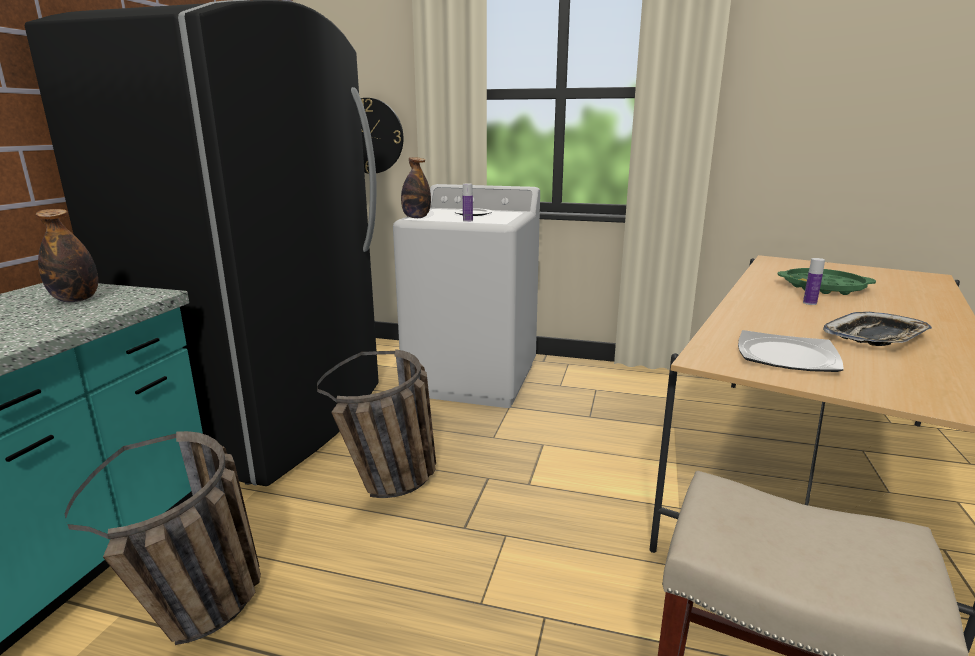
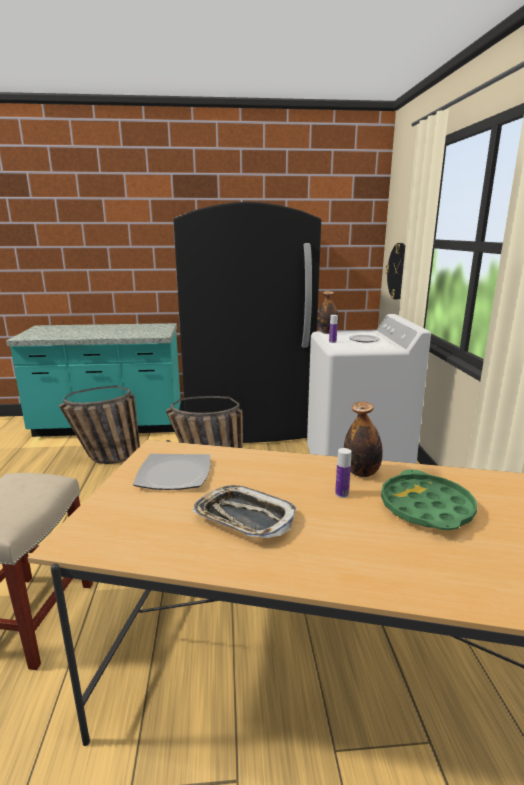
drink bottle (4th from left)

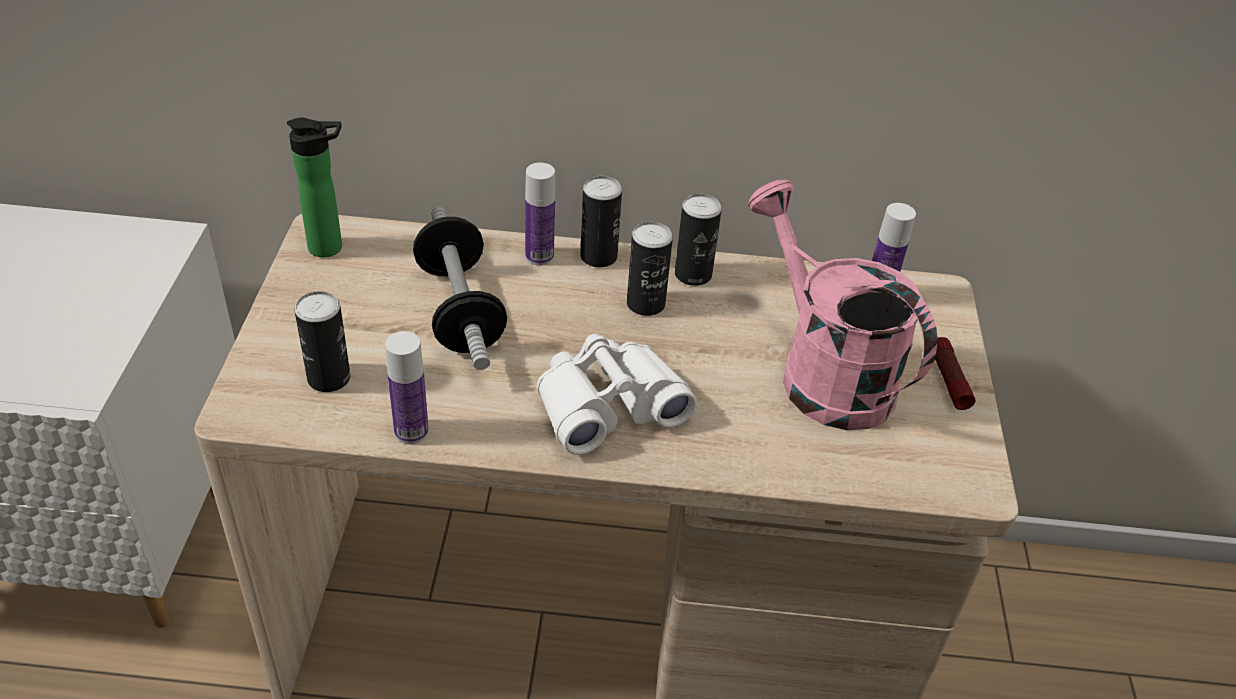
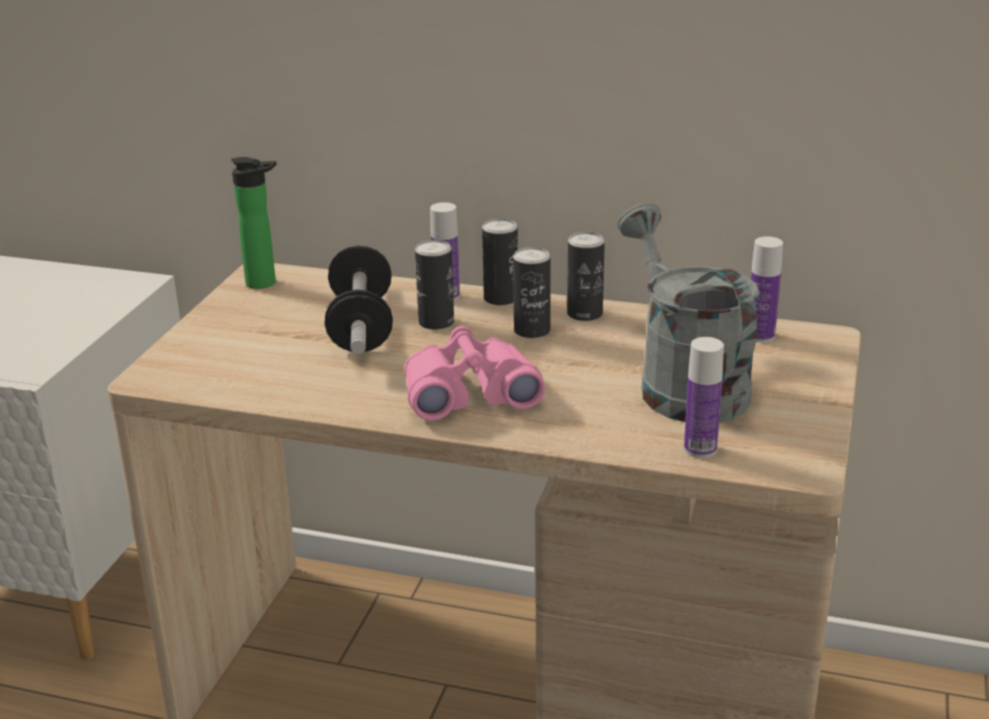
can (1st from left)
drink bottle (3rd from left)
pinkish binoculars
gray sprinkling can
torch

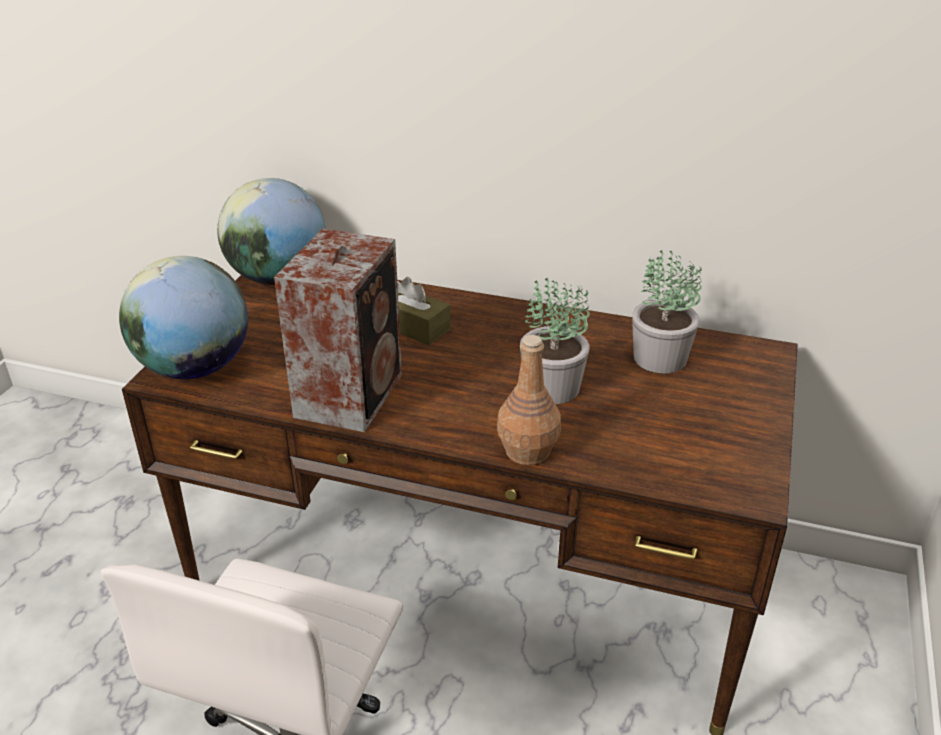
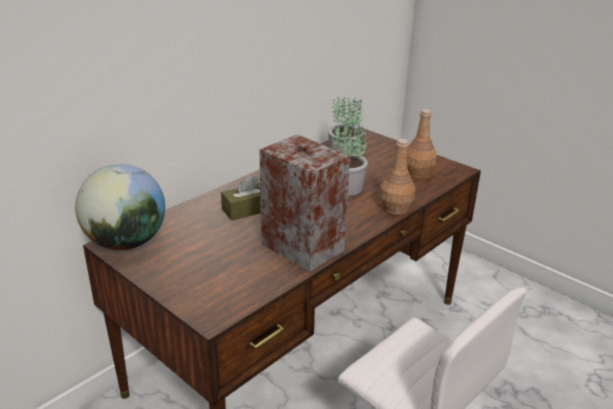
desk globe (1st from left in the first image)
brownish drink bottle (2nd from left)

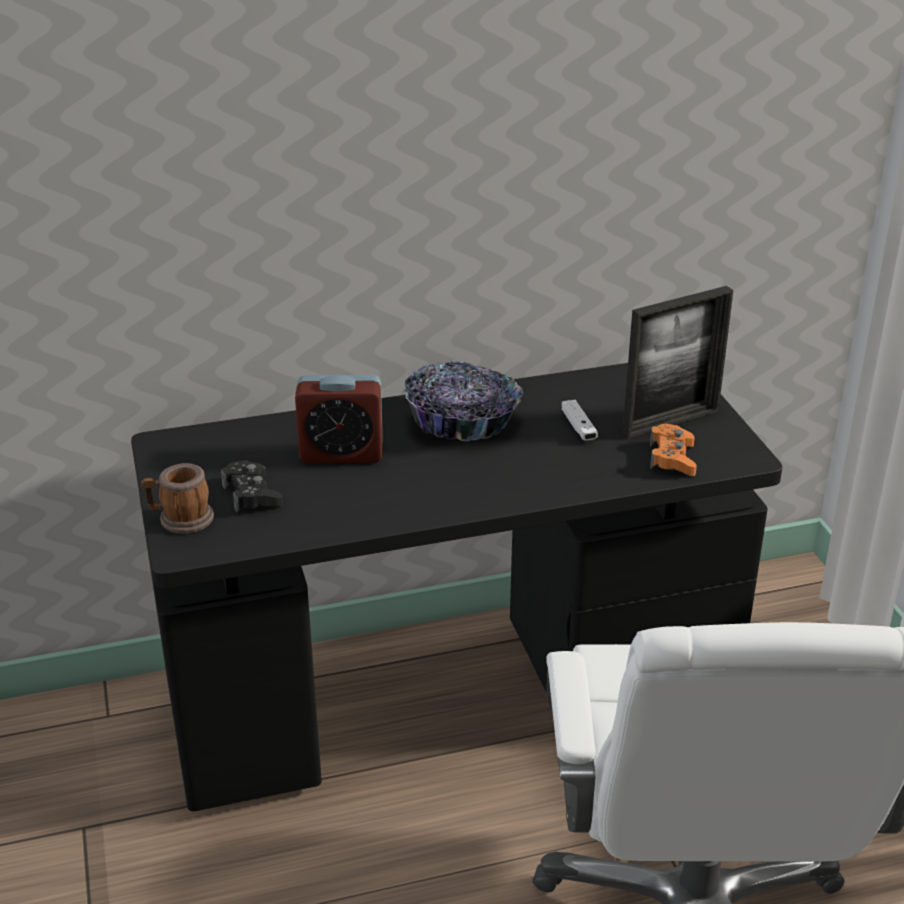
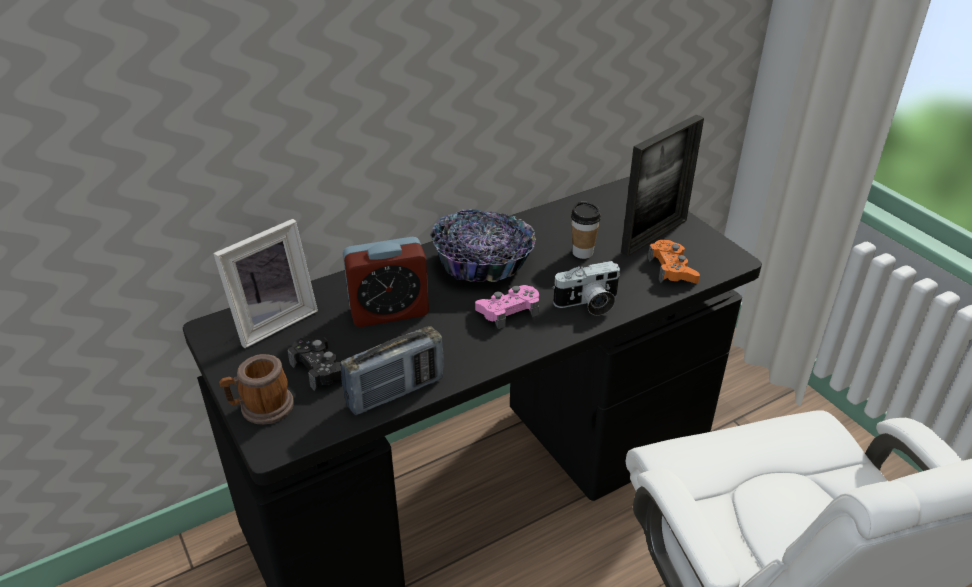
small cup
standing frame (1st from left)
radio receiver
pinkish game controller
photo camera

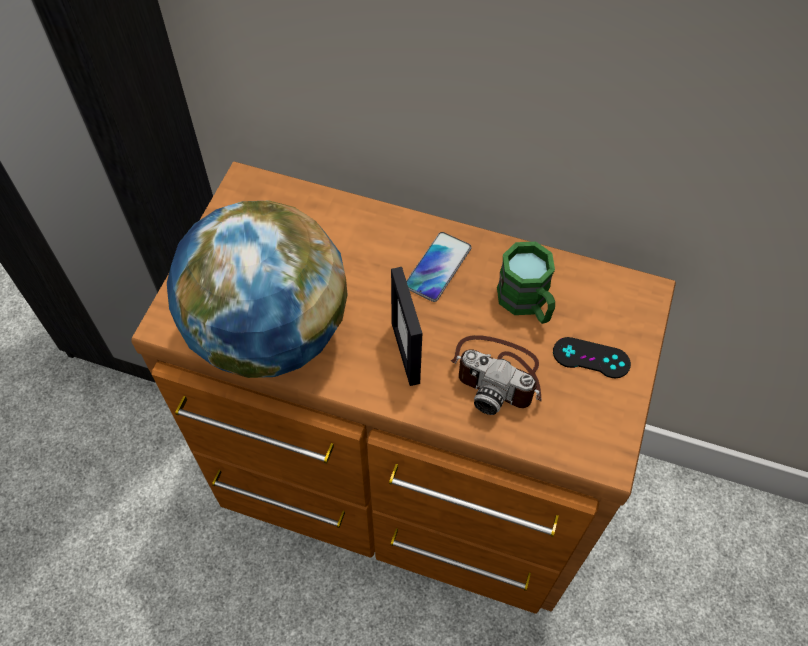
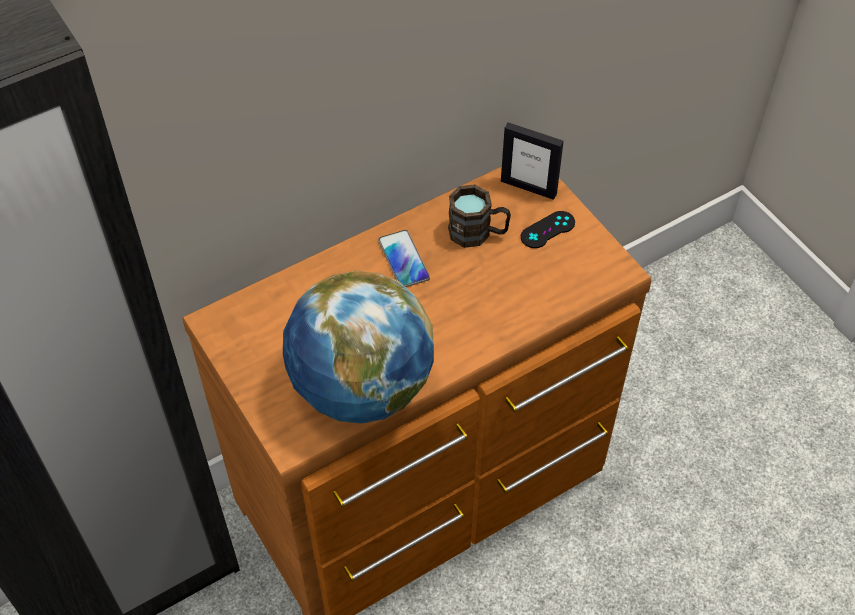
standing frame
photo camera
brownish tea mug

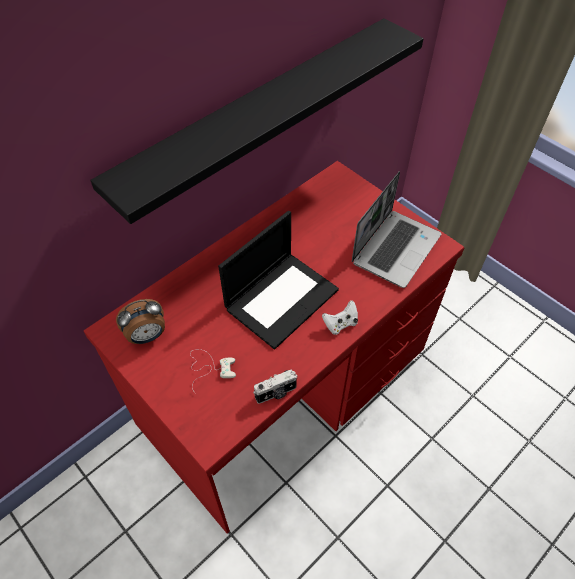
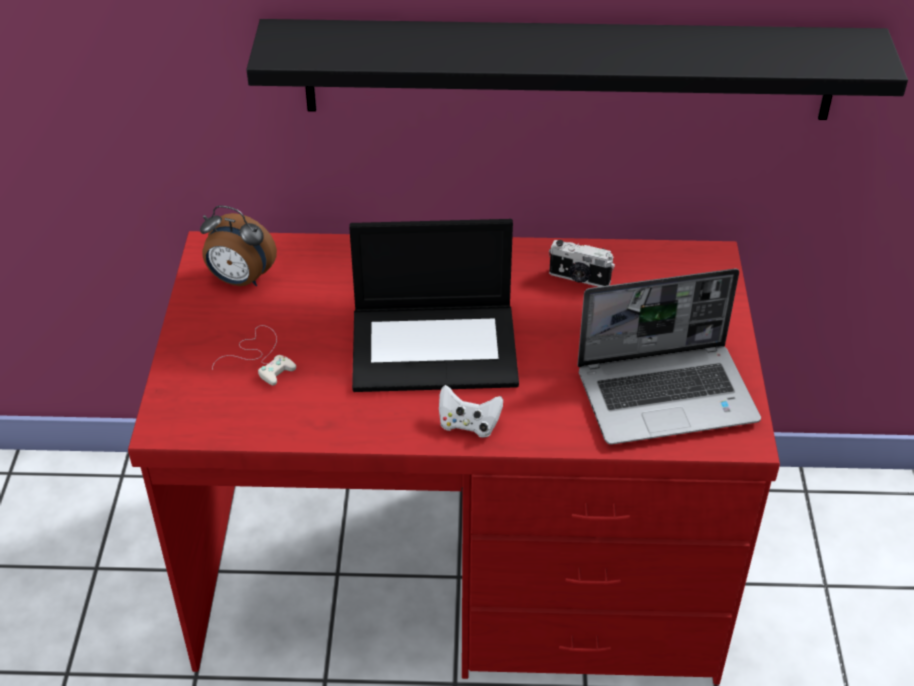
photo camera

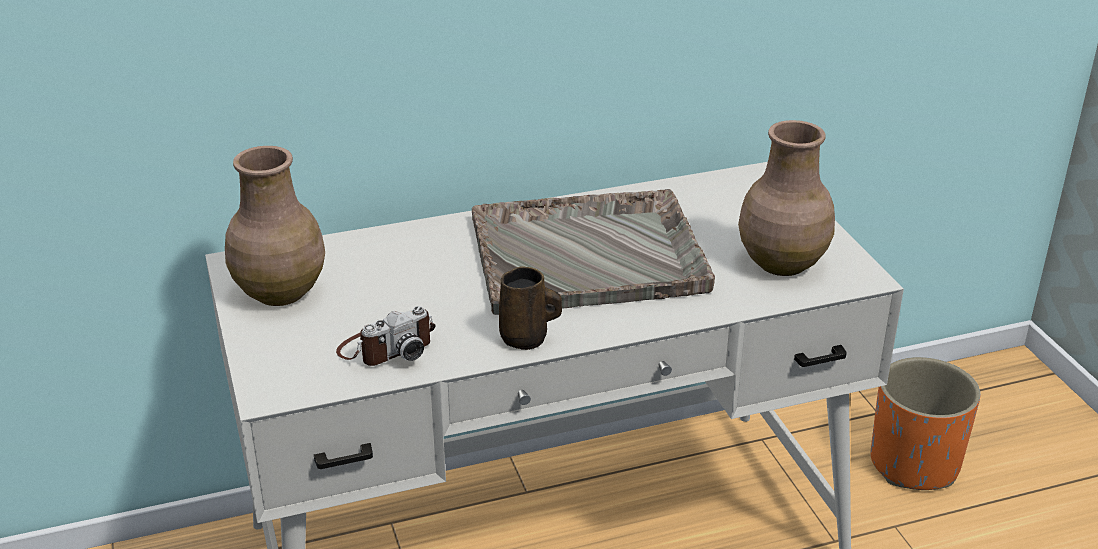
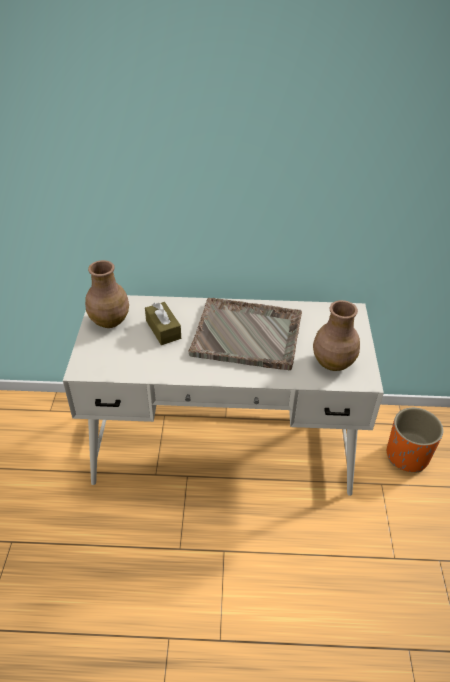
photo camera
brownish tea mug
brownish tissue holder

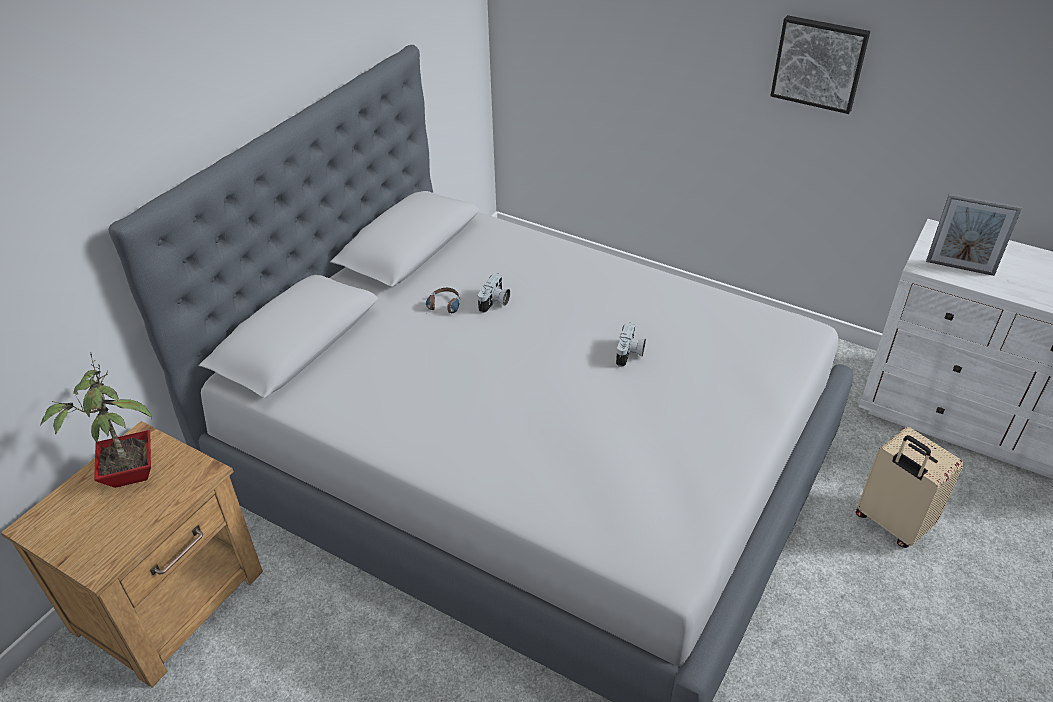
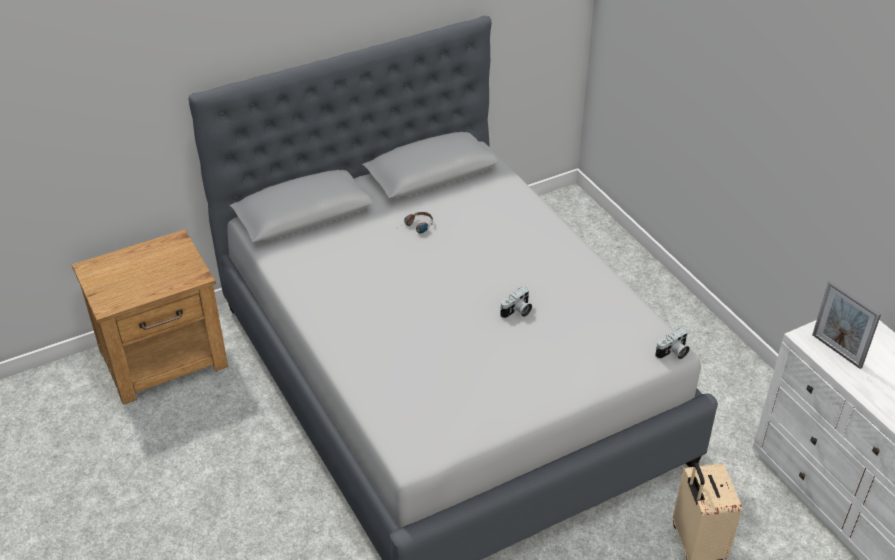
houseplant
photo camera (2nd from left)
wall picture

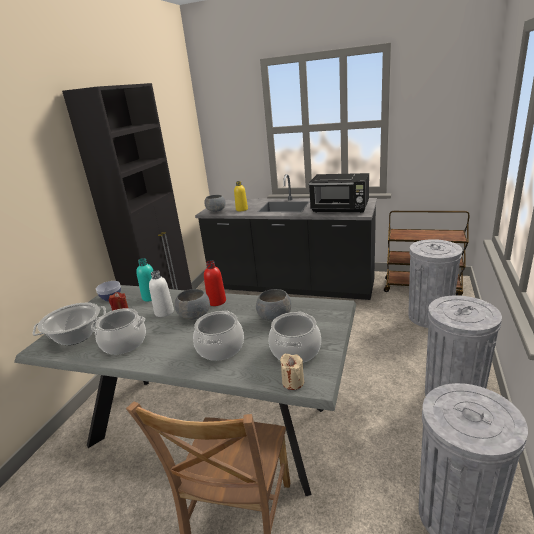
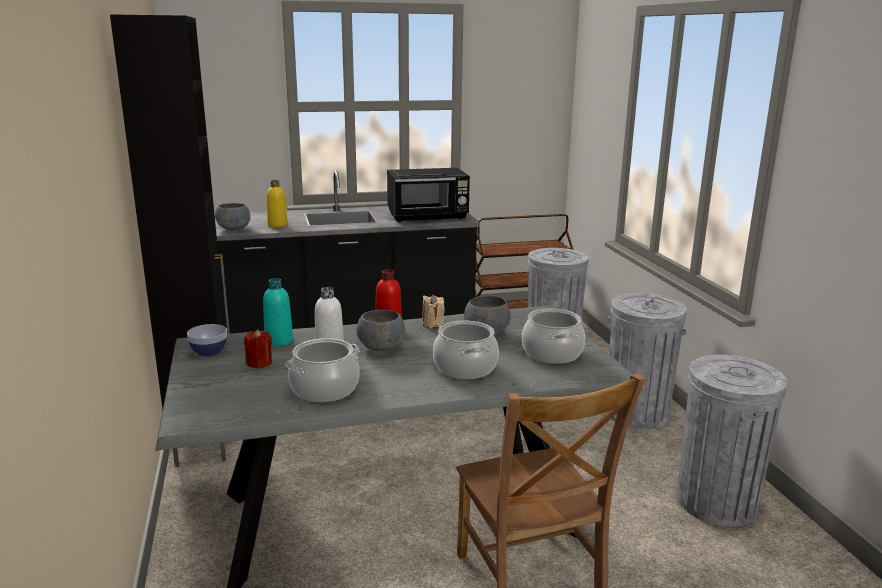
cooking pot (1st from left in the first image)
beige wax light

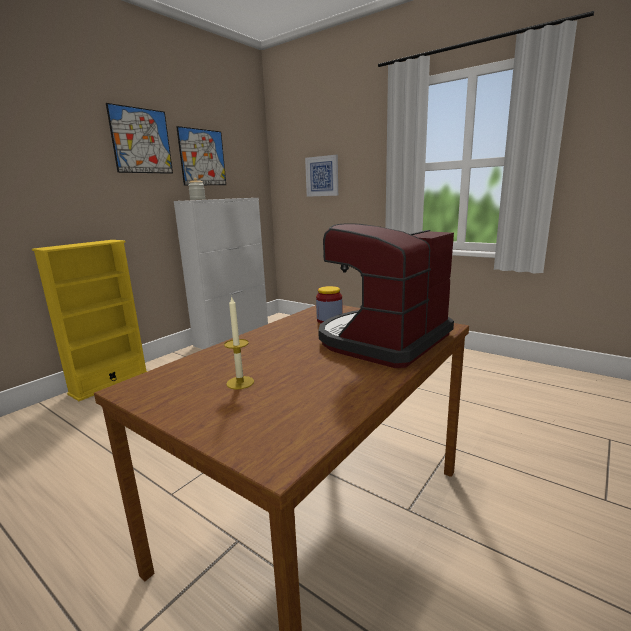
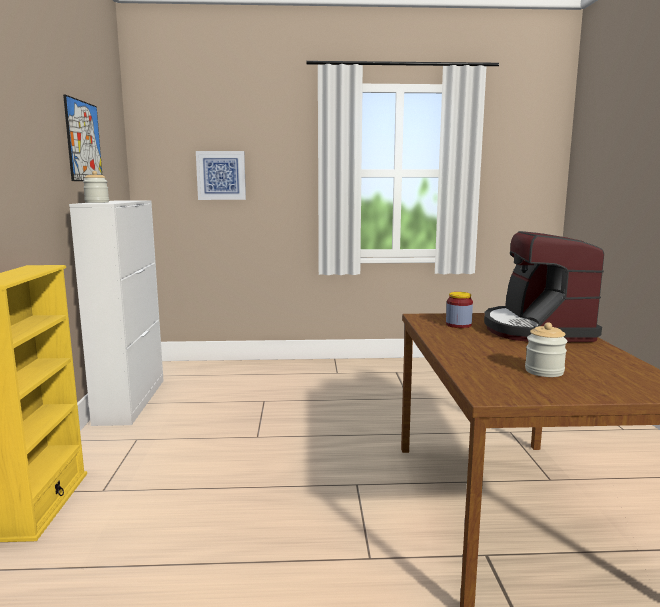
wall picture (1st from left in the first image)
preserve jar (3rd from left)

